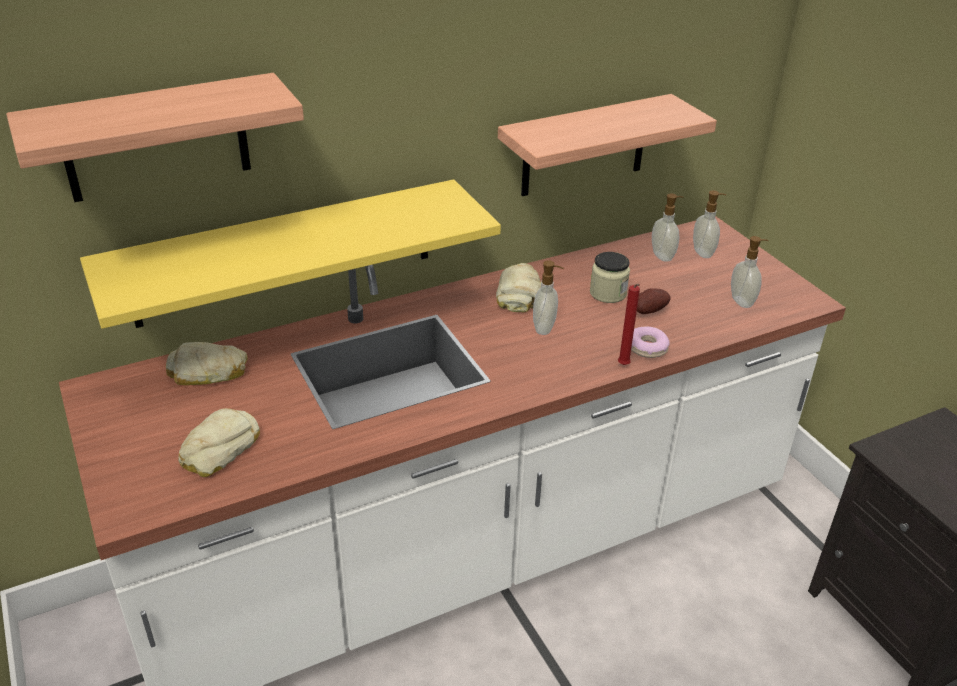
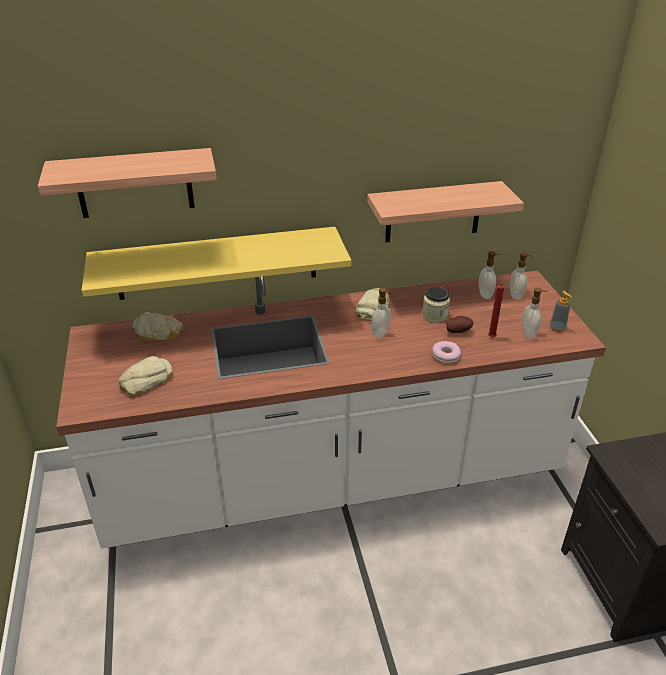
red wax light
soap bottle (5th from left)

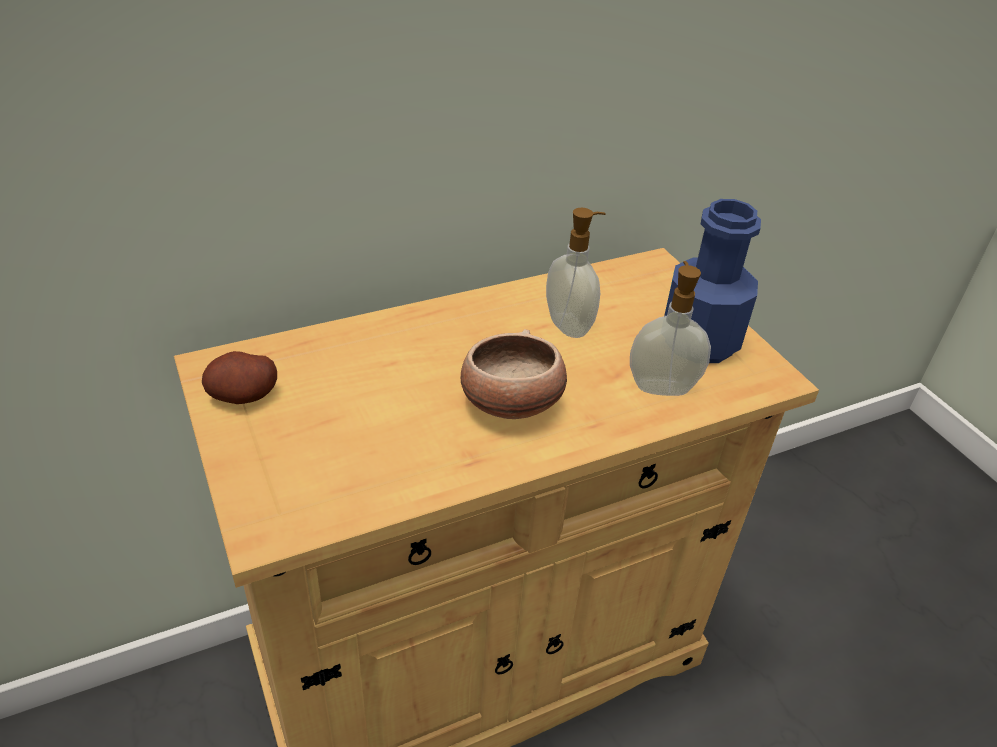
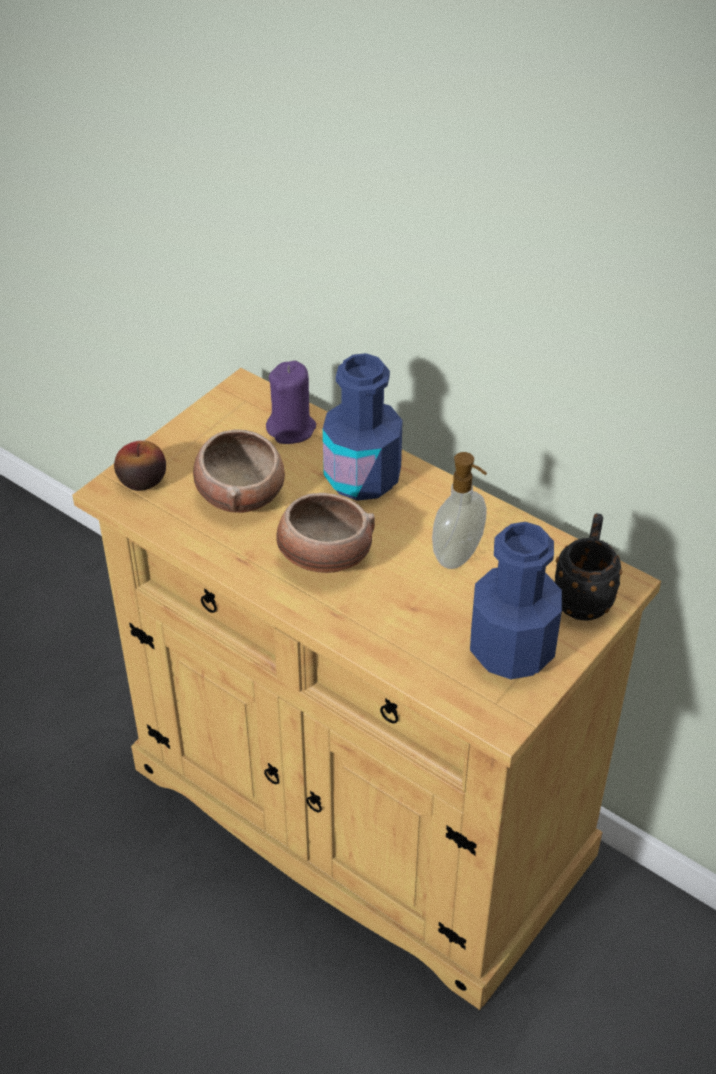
spud
soap bottle (2nd from left in the first image)
apple fruit
serving bowl (1st from left)
purple wax light
blue drink bottle (1st from left)
blackish tea mug

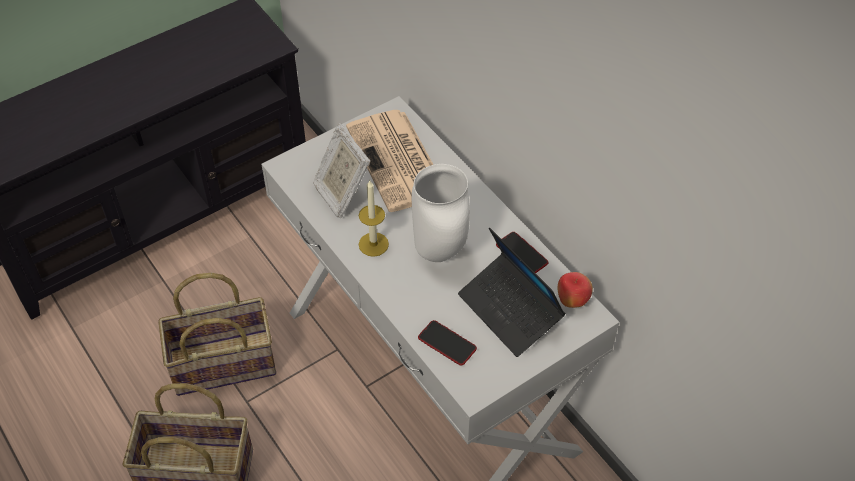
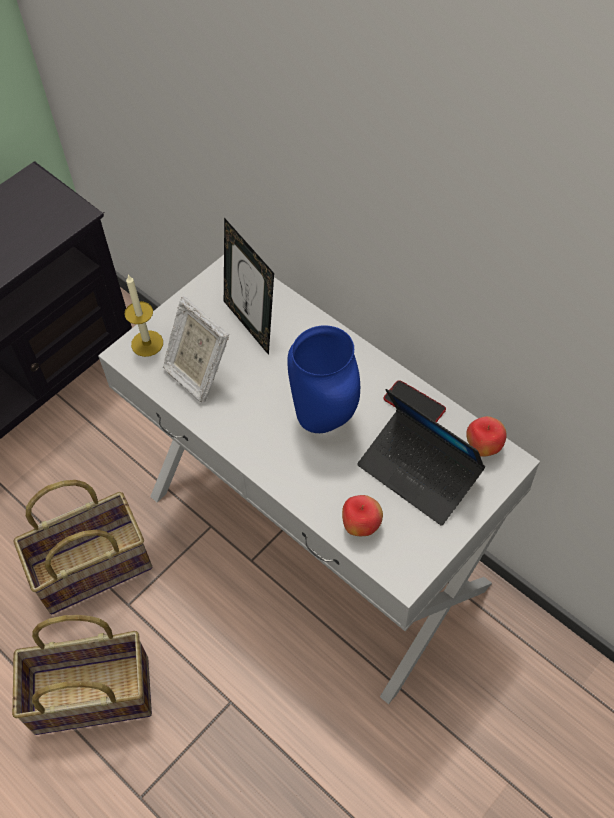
standing frame (2nd from left)
wax light
blue decorative vase
apple fruit (1st from left)

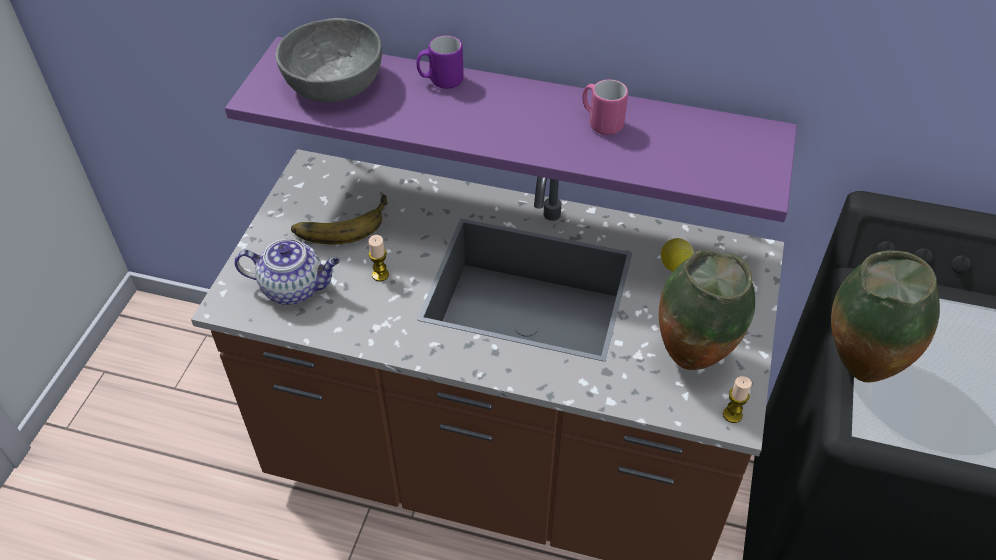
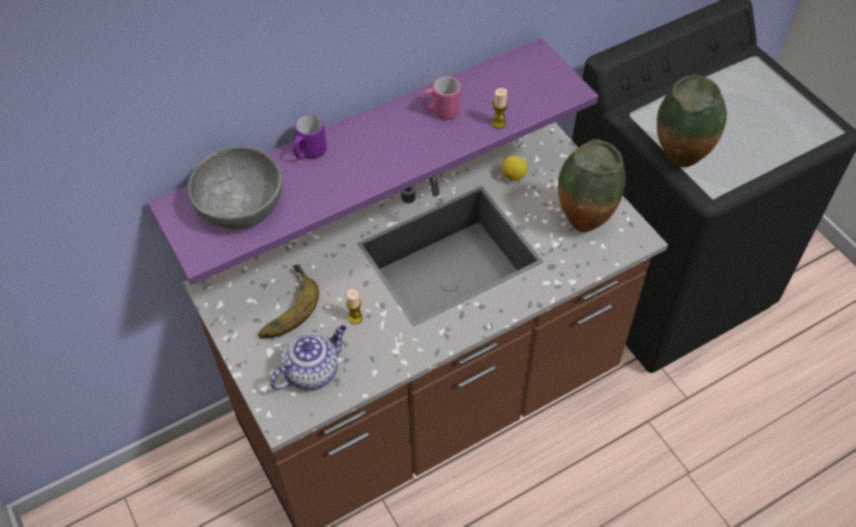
wax light (2nd from left)

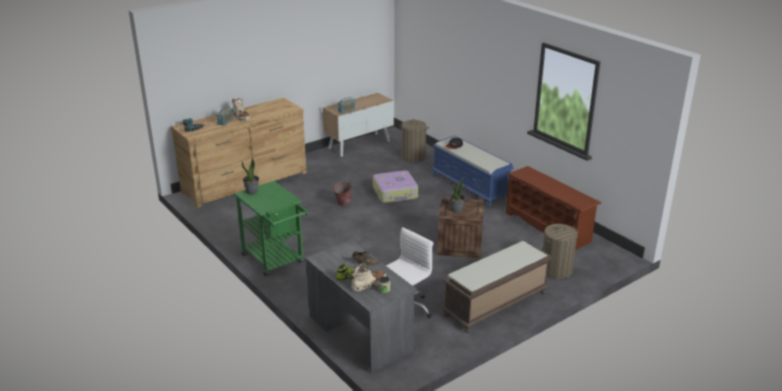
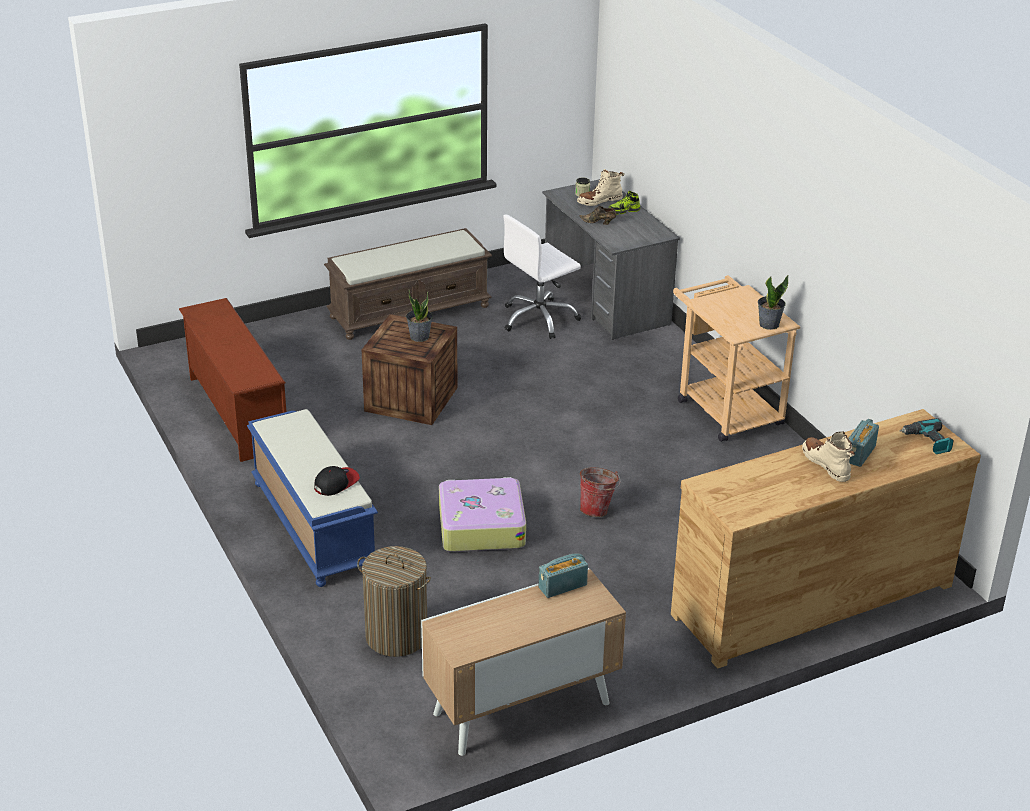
beige cart
washing basket (2nd from left in the first image)

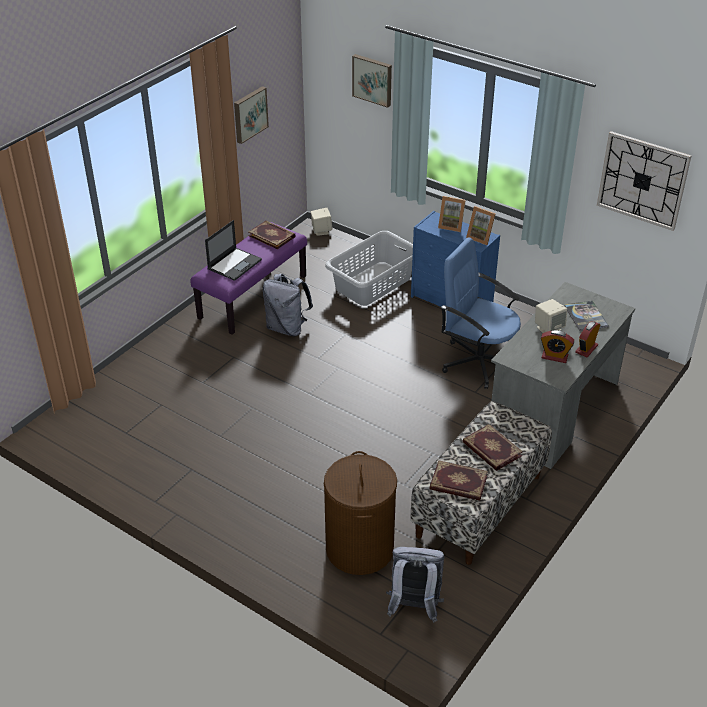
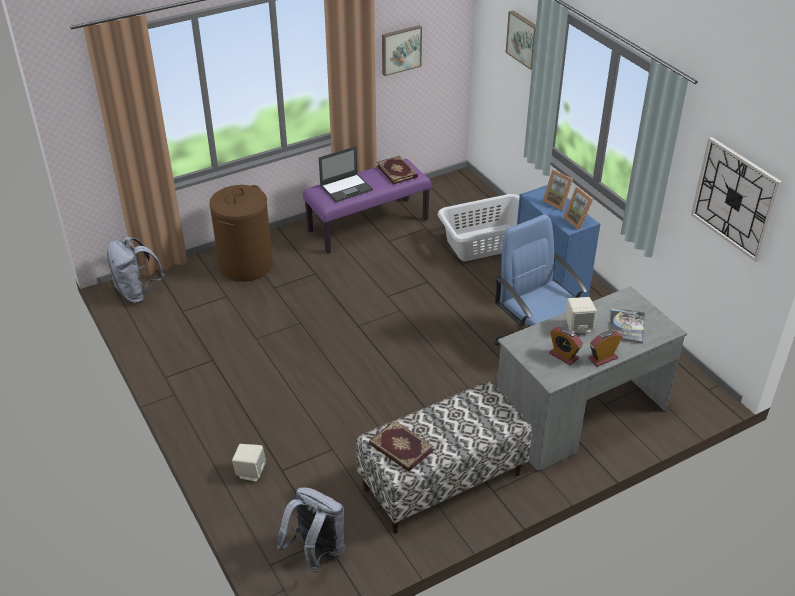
gray knapsack (1st from left)
beige loudspeaker (1st from left)
brownish washing basket
book (3rd from left in the first image)

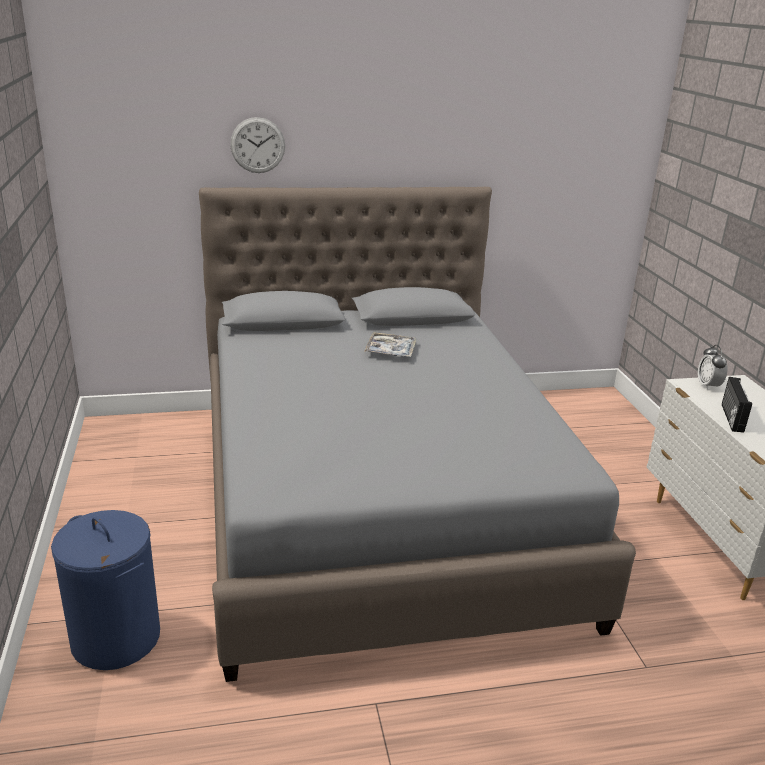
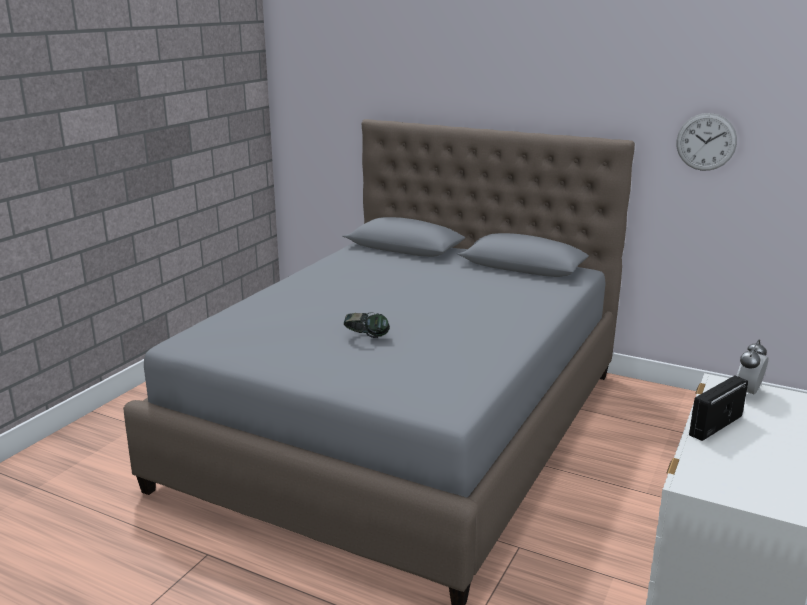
blue washing basket
hanging clock
carrying tray
pair of headphones

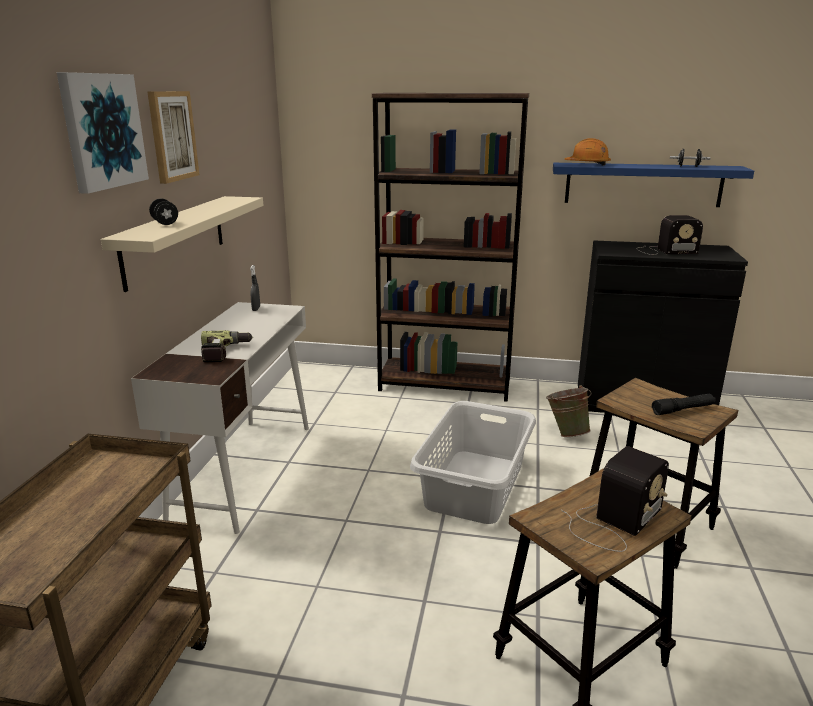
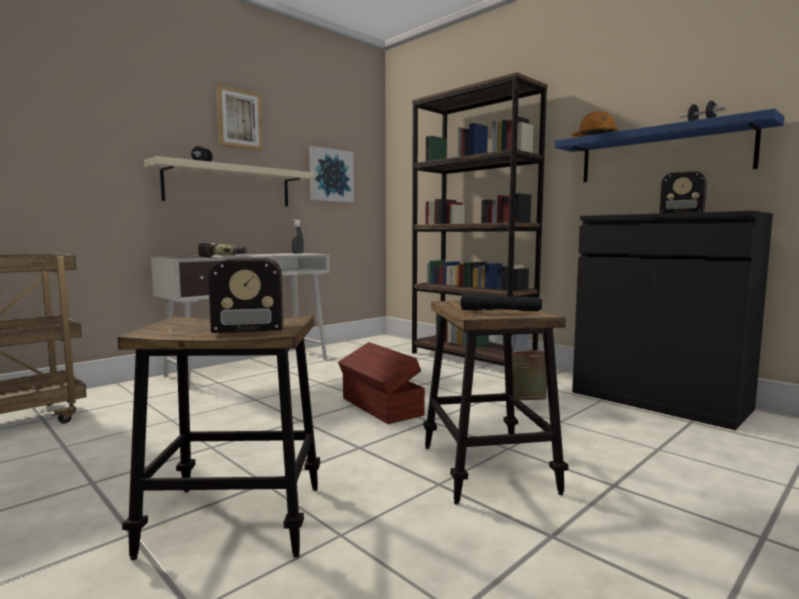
wall picture (2nd from left)
brownish storage container

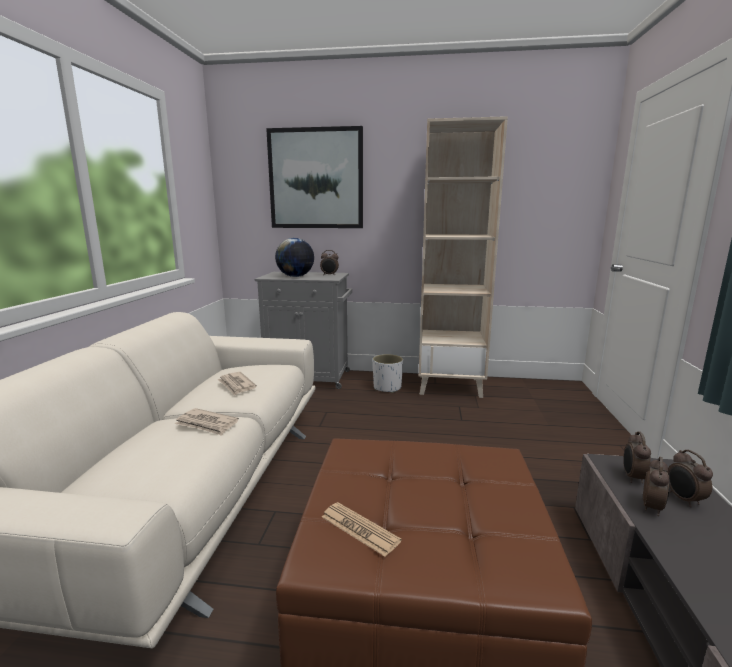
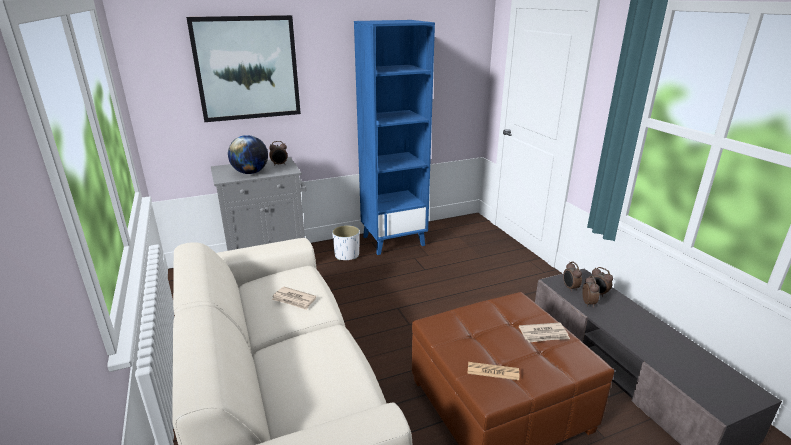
printed paper (3rd from left)
blue bookshelf

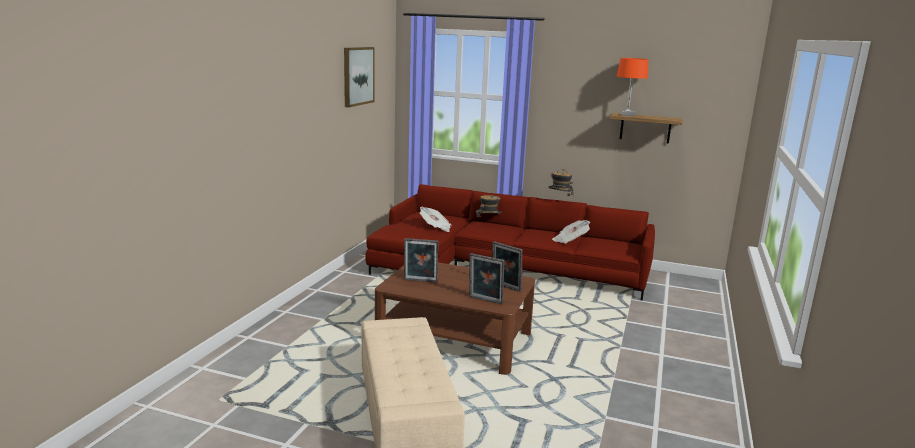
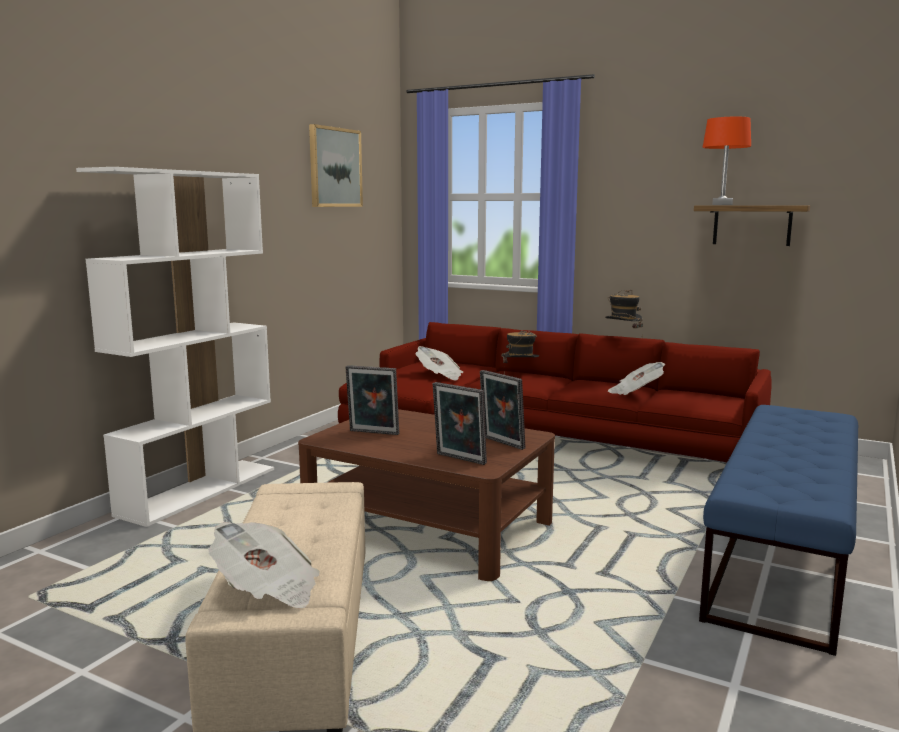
white-coloured bookshelf
printed paper (1st from left)
blue bench

